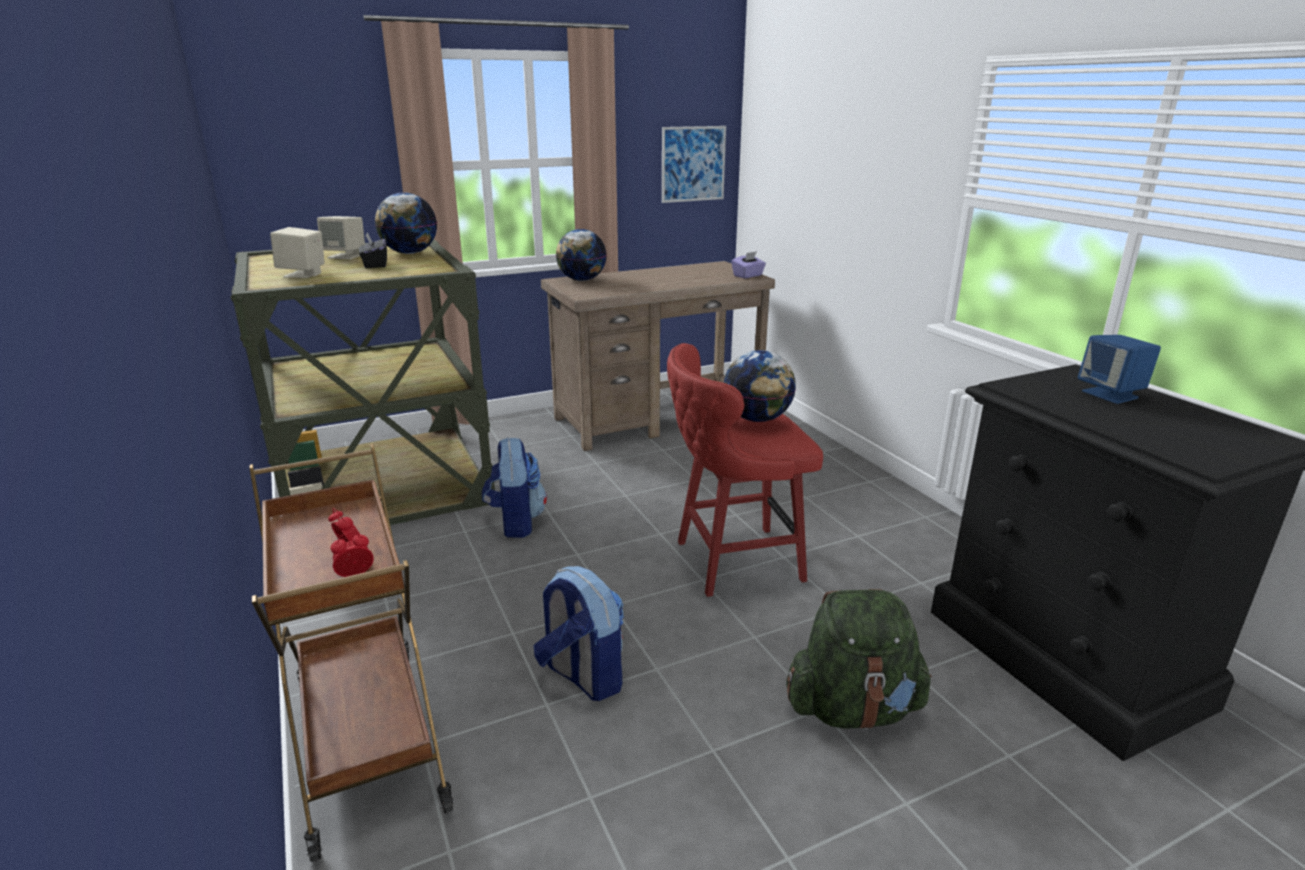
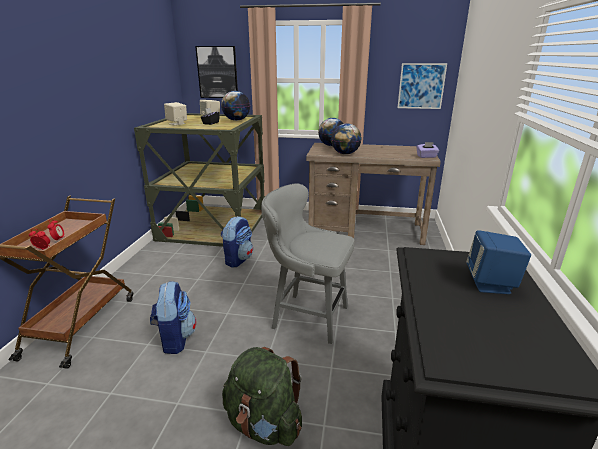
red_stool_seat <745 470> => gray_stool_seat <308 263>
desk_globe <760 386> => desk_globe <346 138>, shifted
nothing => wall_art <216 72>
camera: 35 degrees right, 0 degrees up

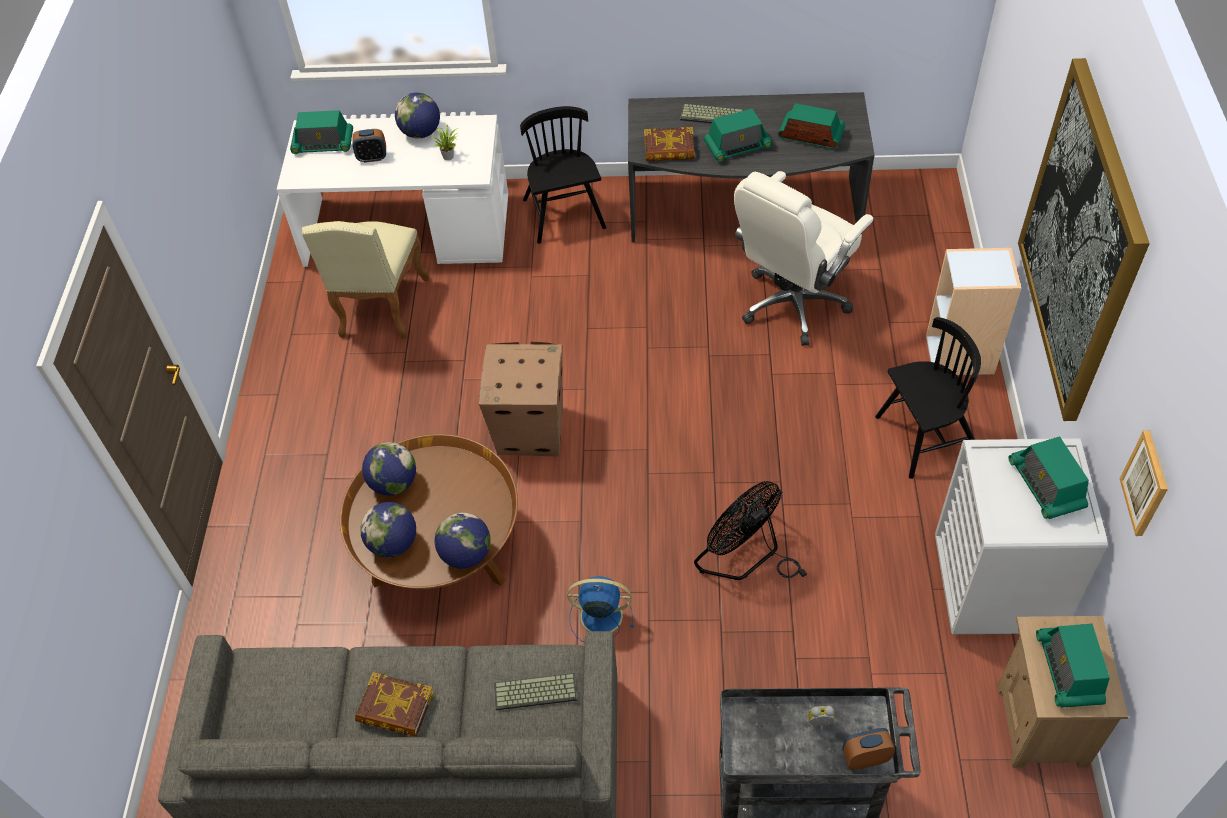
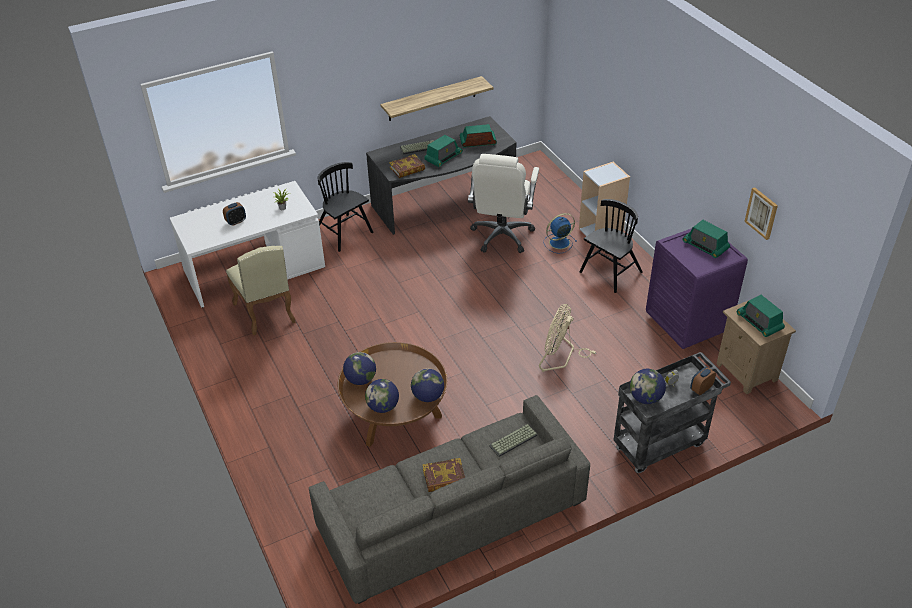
wall_art <1084 239> => nothing
desk_globe <417 116> => desk_globe <648 386>, shifted
radio_receiver <321 132> => nothing
packing_box <521 399> => nothing
gray_chest_of_drawers <1021 536> => purple-coloured_chest_of_drawers <697 288>
blackish_cooling_fan <750 530> => beige_cooling_fan <567 338>
blue_cooling_fan <600 609> => blue_cooling_fan <560 233>, shifted
nothing => bracket_shelf <437 98>
camera: 30 degrees left, 10 degrees down

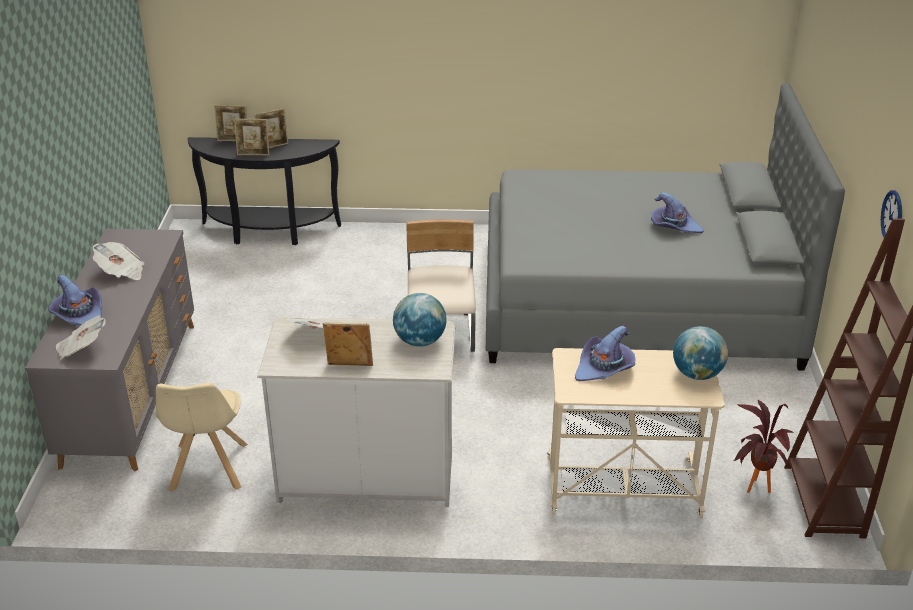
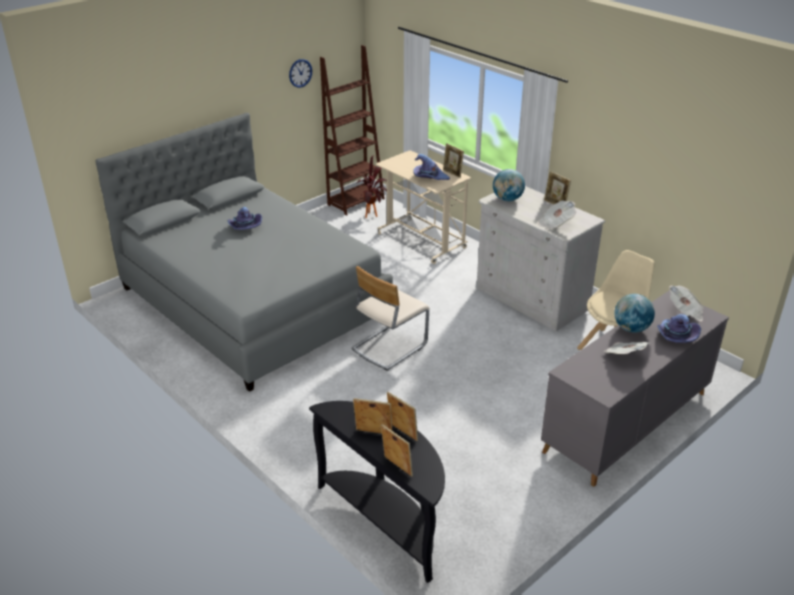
desk_globe <700 353> => desk_globe <634 313>, shifted
nothing => photo_frame <453 160>
camera: 135 degrees left, 0 degrees up

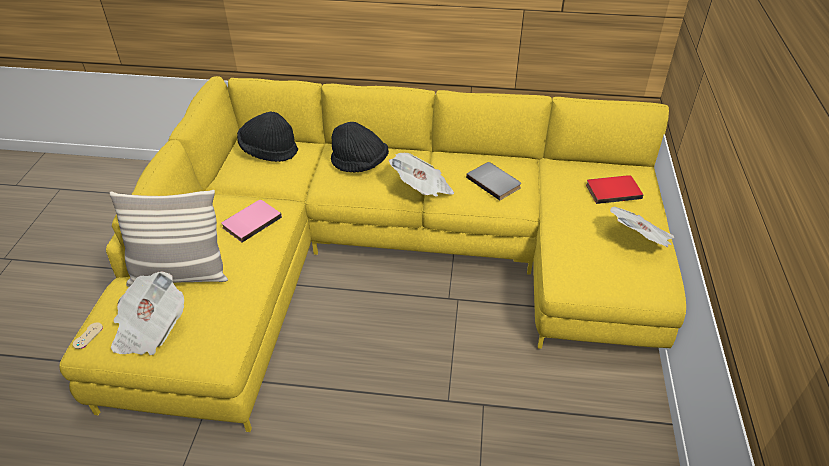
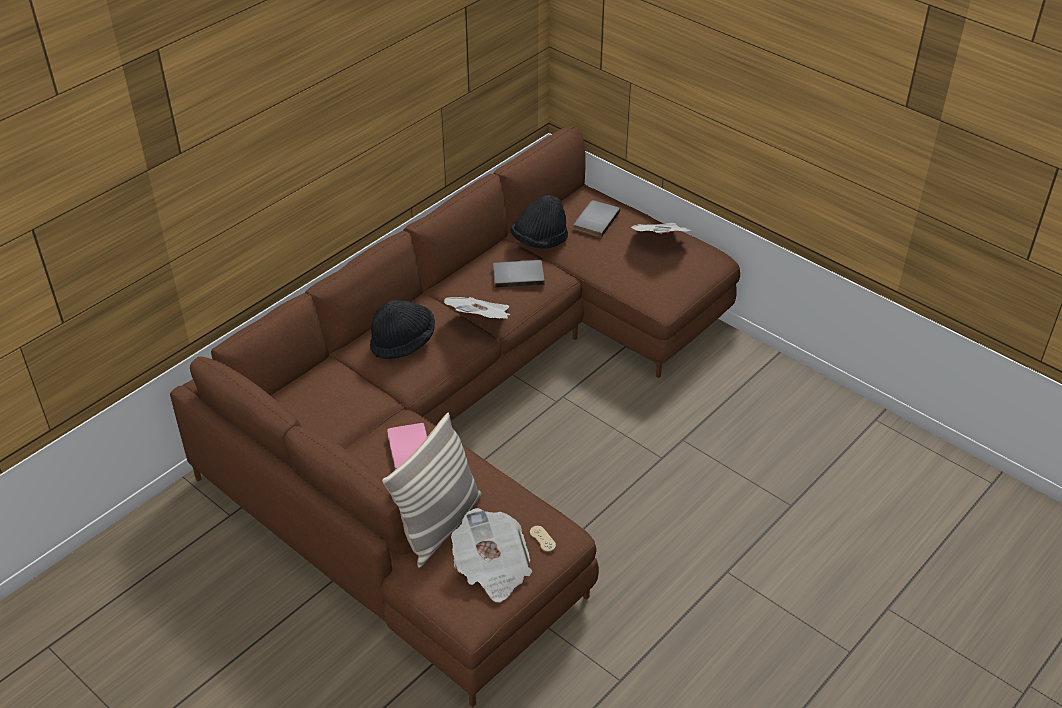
yellow_couch <373 254> => brown_couch <455 416>
blackish_wearable_hat <267 136> => blackish_wearable_hat <539 222>, shifted
red_book <614 189> => gray_book <597 219>
beige_gamepad <88 335> => beige_gamepad <543 539>, shifted
camera: 55 degrees left, 0 degrees up

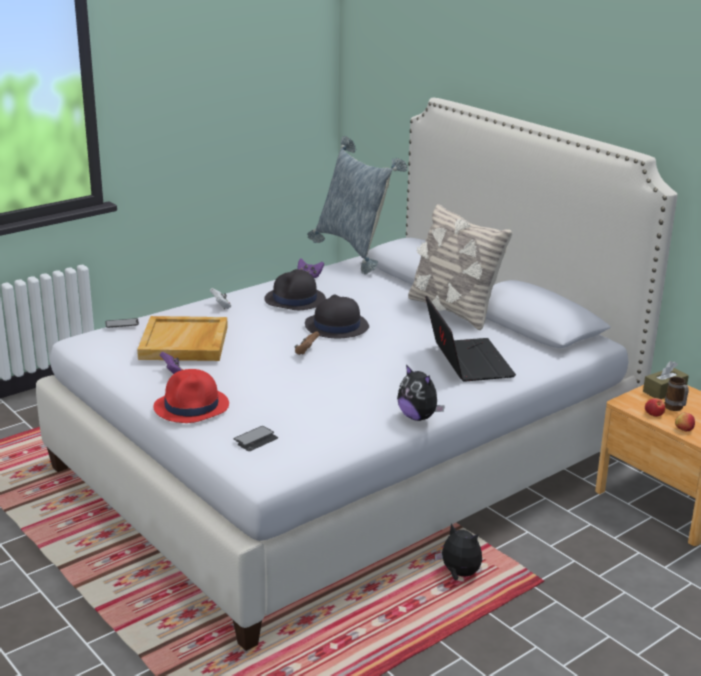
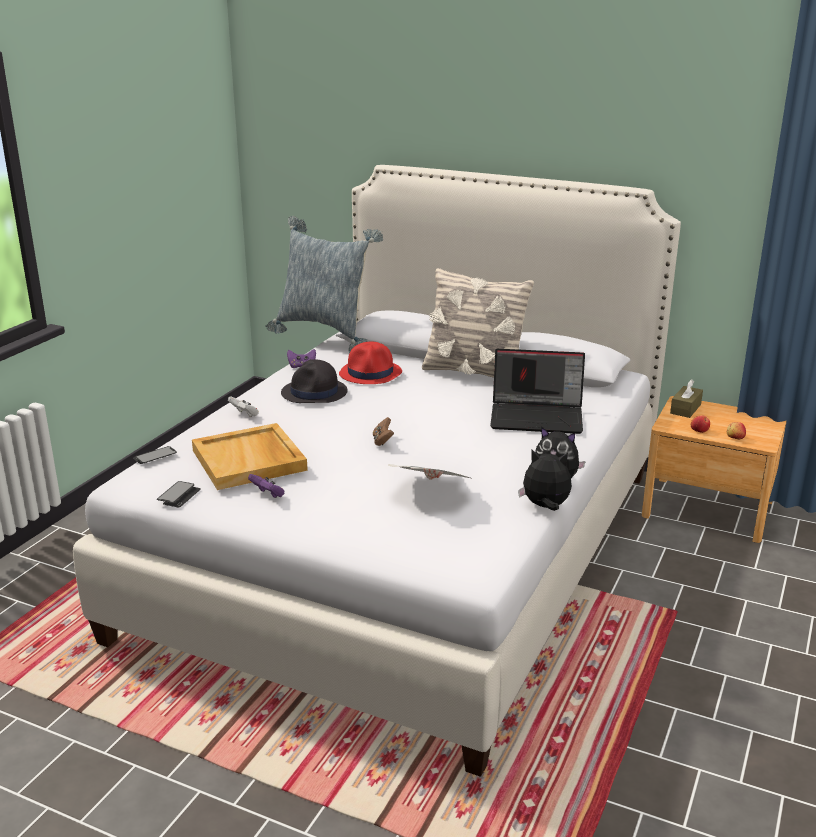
blackish_wearable_hat <337 316> => nothing
notebook_computer <470 339> => notebook_computer <537 391>, 135 degrees clockwise
red_wearable_hat <191 396> => red_wearable_hat <370 363>, shifted
mug <677 394> => nothing
telephone <255 438> => telephone <179 494>, shifted
cuddly_toy <458 551> => cuddly_toy <545 480>, shifted
nothing => printed_paper <430 472>
camera: 25 degrees left, 0 degrees up

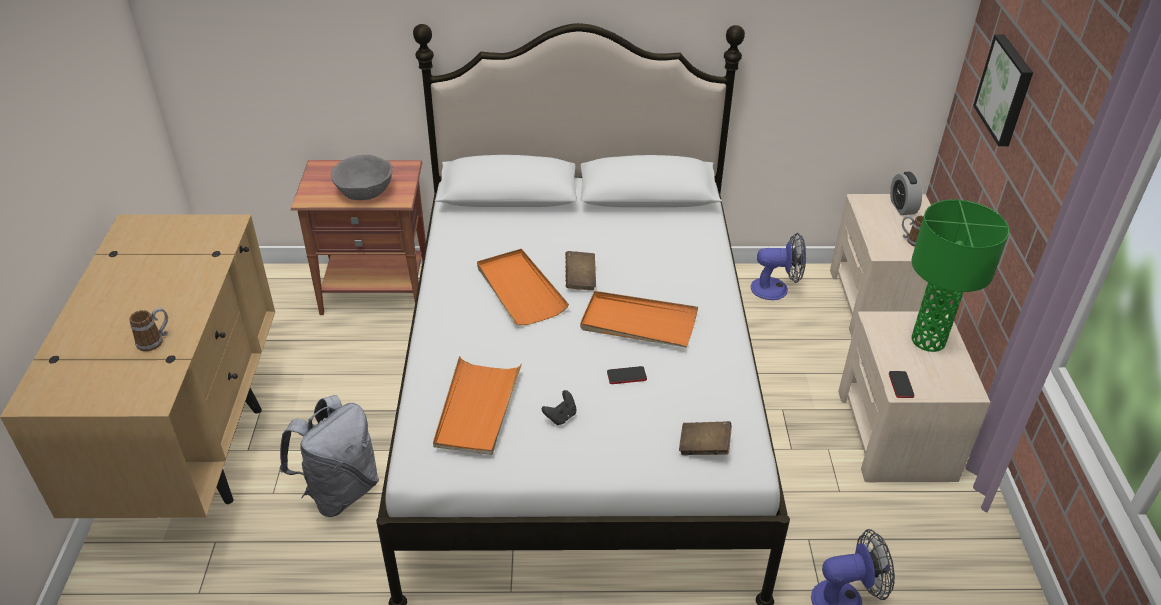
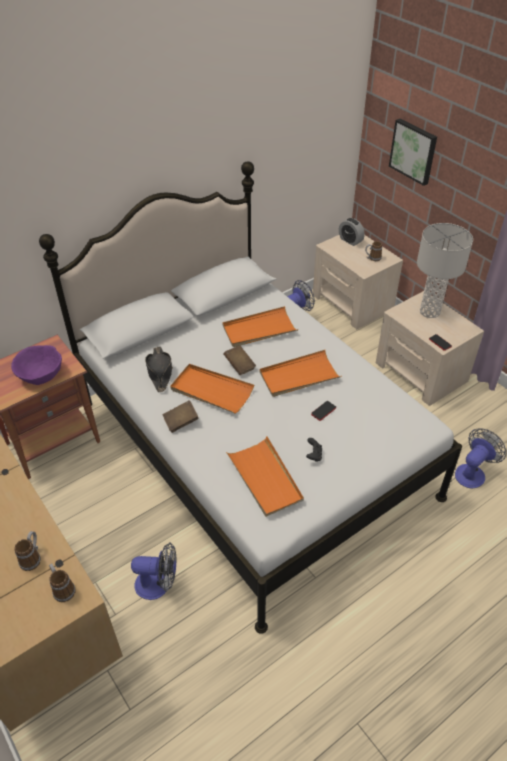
gray_deep_dish <361 177> => purple-coloured_deep_dish <36 365>
green-coloured_table_lamp <960 275> => white_table_lamp <445 270>
gray_rucksack <329 456> => cooling_fan <153 571>
brown_book <705 438> => brown_book <180 416>, shifted
nothing => orange_tray <260 326>
nothing => blackish_wearable_hat <159 369>
nothing => mug <62 582>
camera: 35 degrees left, 5 degrees up

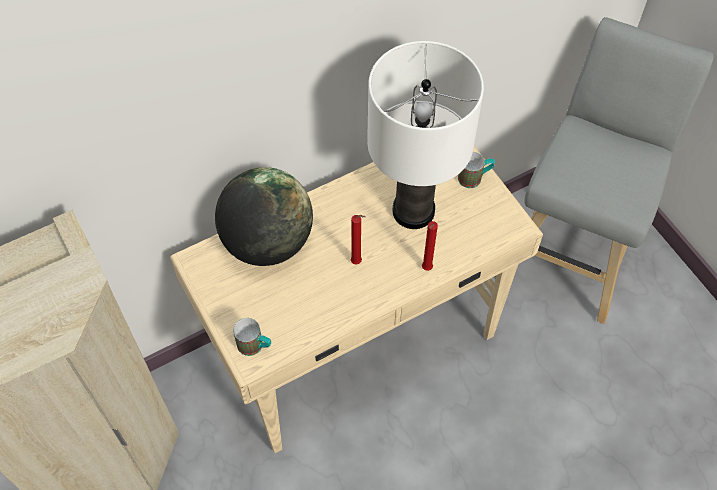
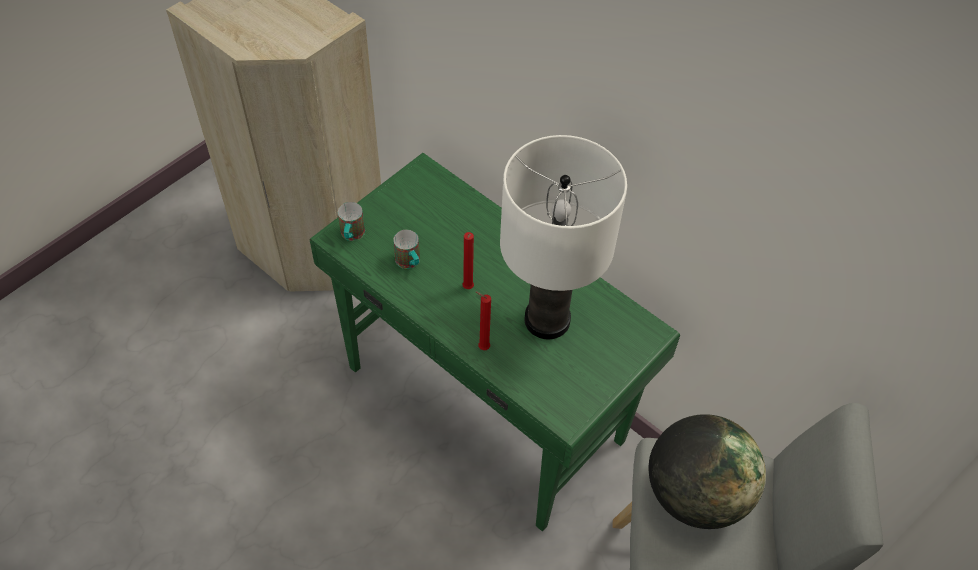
beige_console_table <356 299> => green-coloured_console_table <495 342>
mug <476 170> => mug <406 249>, shifted
desk_globe <264 216> => desk_globe <707 471>, shifted
camera: 70 degrees right, 5 degrees down

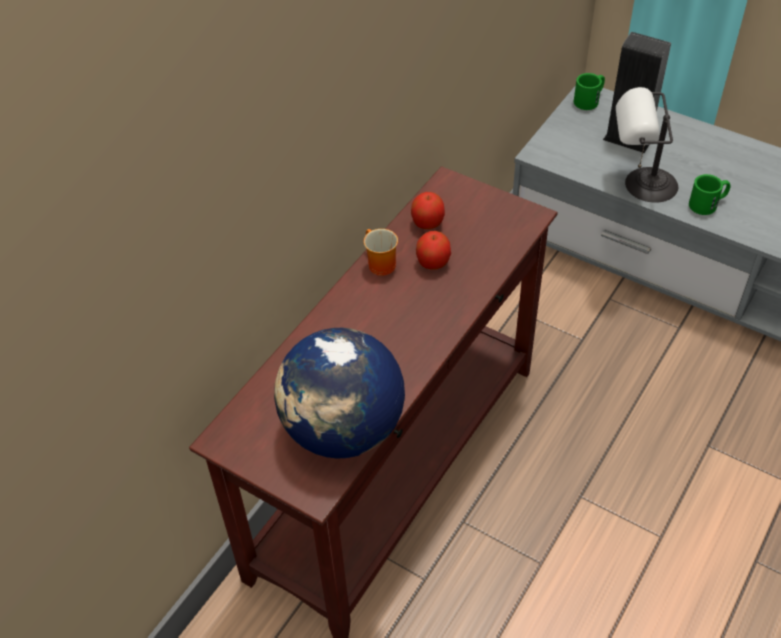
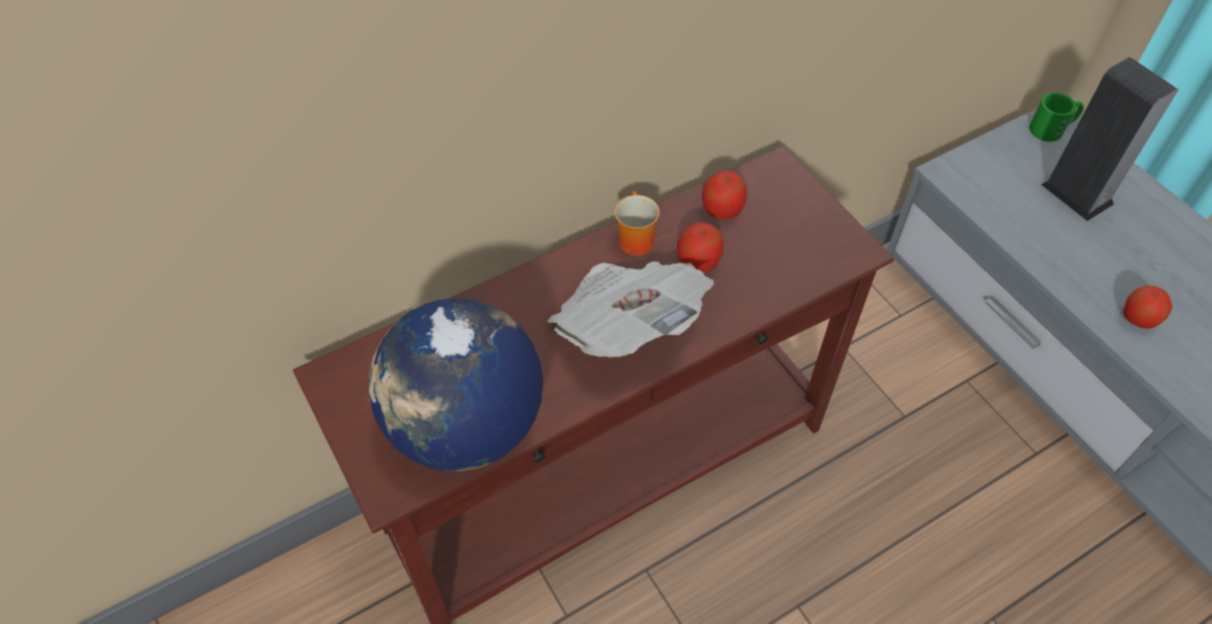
table_lamp <647 145> => nothing
green-coloured_mug <710 194> => apple_fruit <1148 307>
nothing => printed_paper <631 309>
camera: 25 degrees right, 5 degrees up

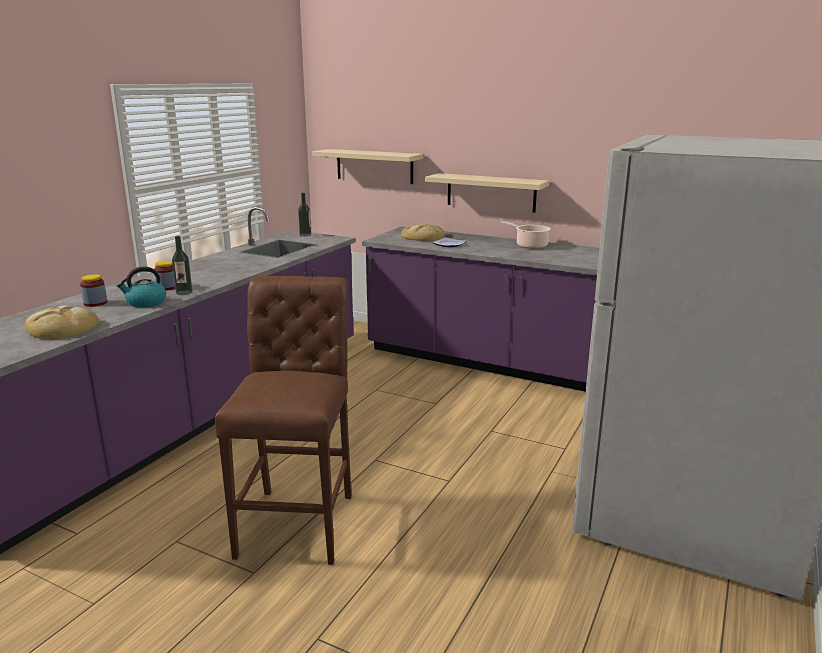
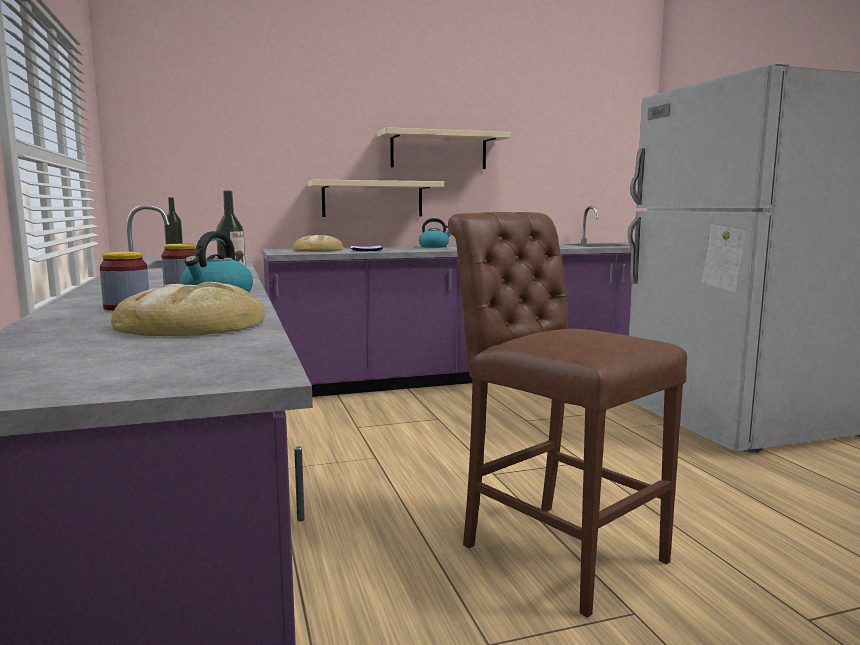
beige_bracket_shelf <367 166> => beige_bracket_shelf <444 148>, shifted
cooking_pot <526 235> => water_kettle <435 233>
camera: 45 degrees left, 10 degrees down

